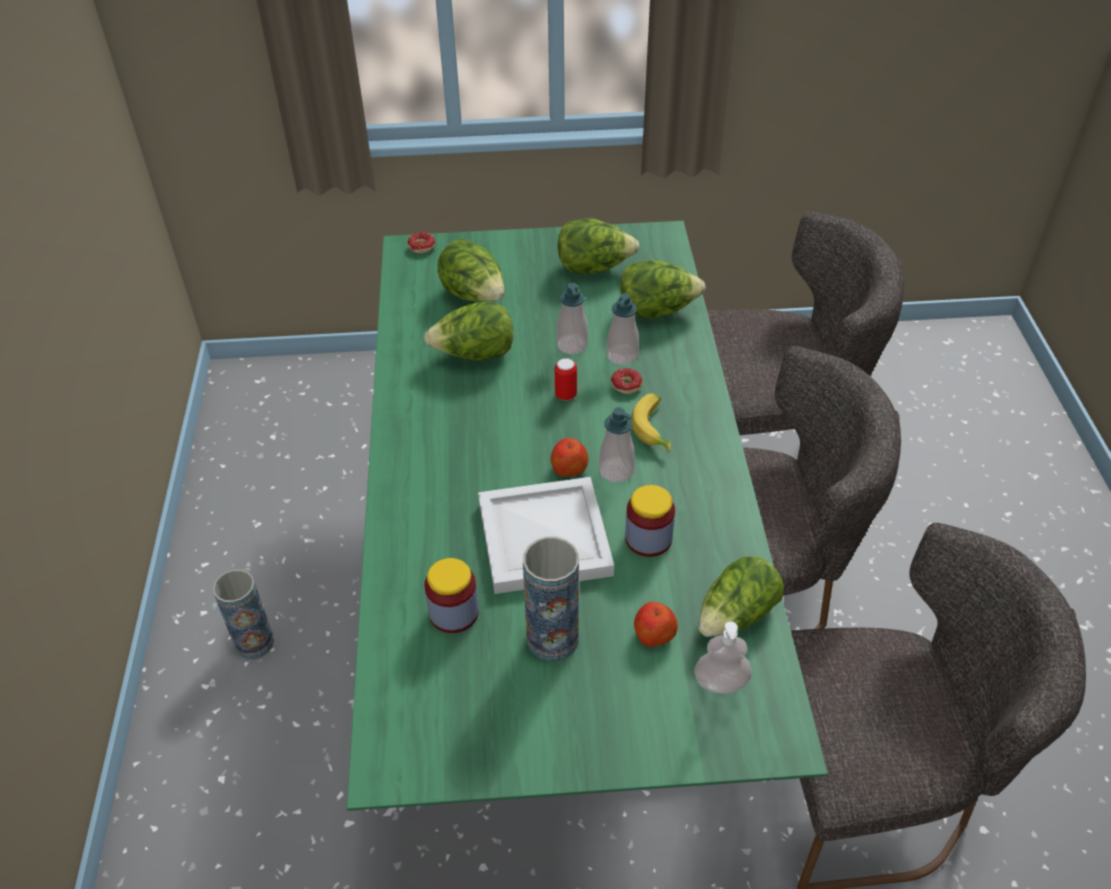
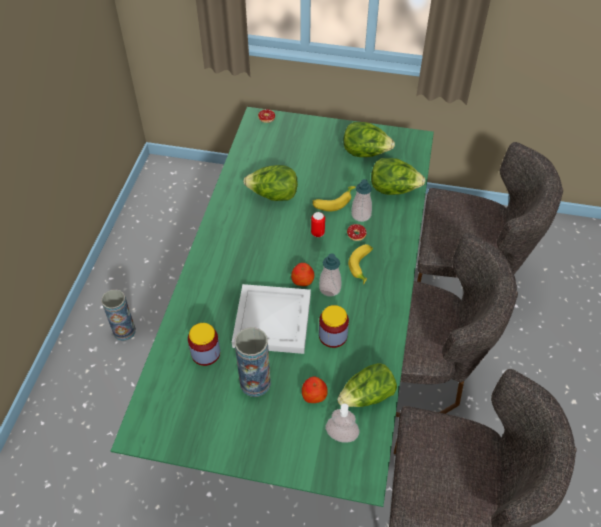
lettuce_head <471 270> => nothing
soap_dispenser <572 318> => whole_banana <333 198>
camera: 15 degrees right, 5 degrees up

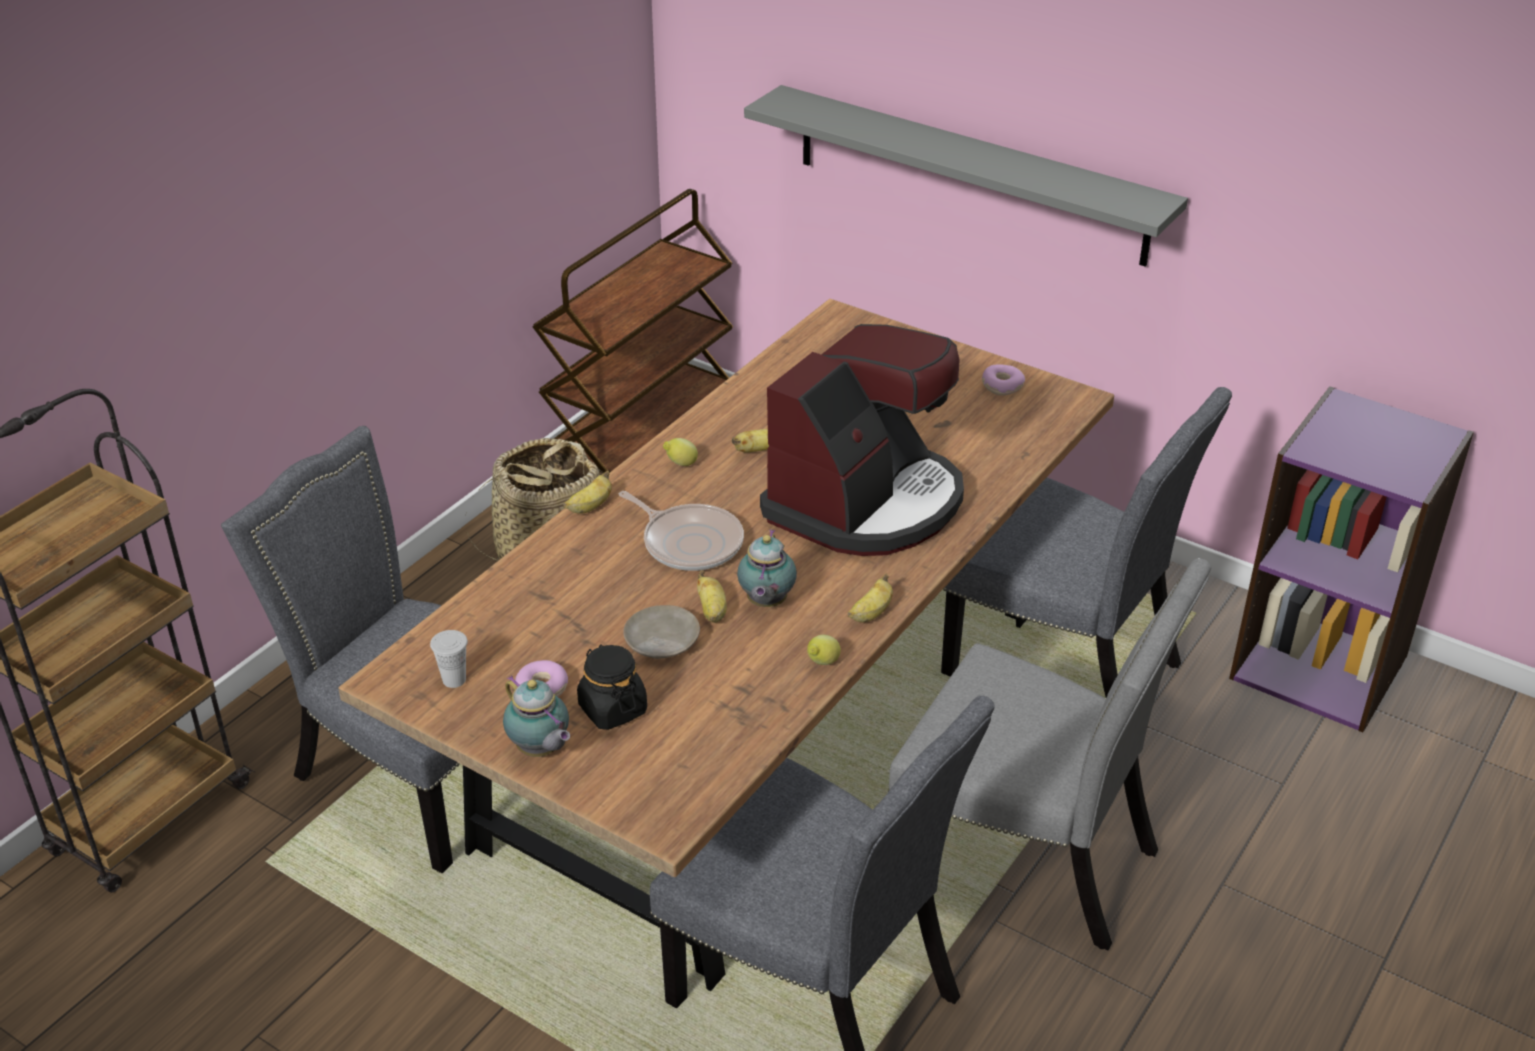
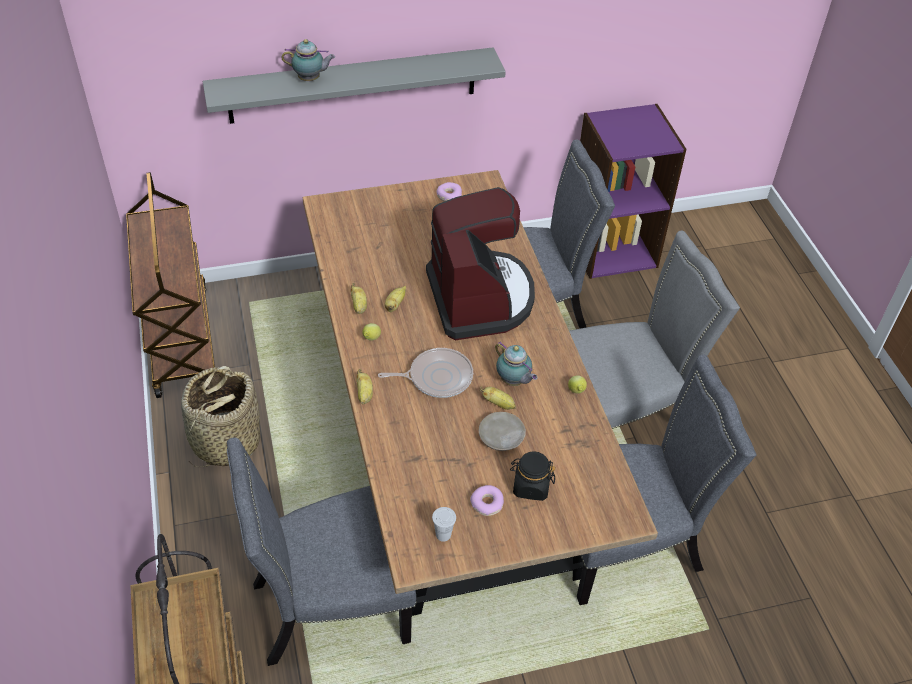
whole_banana <870 598> => whole_banana <359 298>, shifted
teapot <536 716> => teapot <308 60>, shifted
camera: 50 degrees left, 10 degrees up

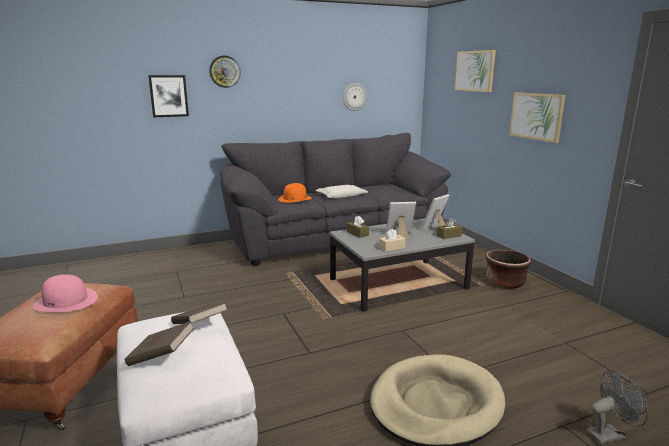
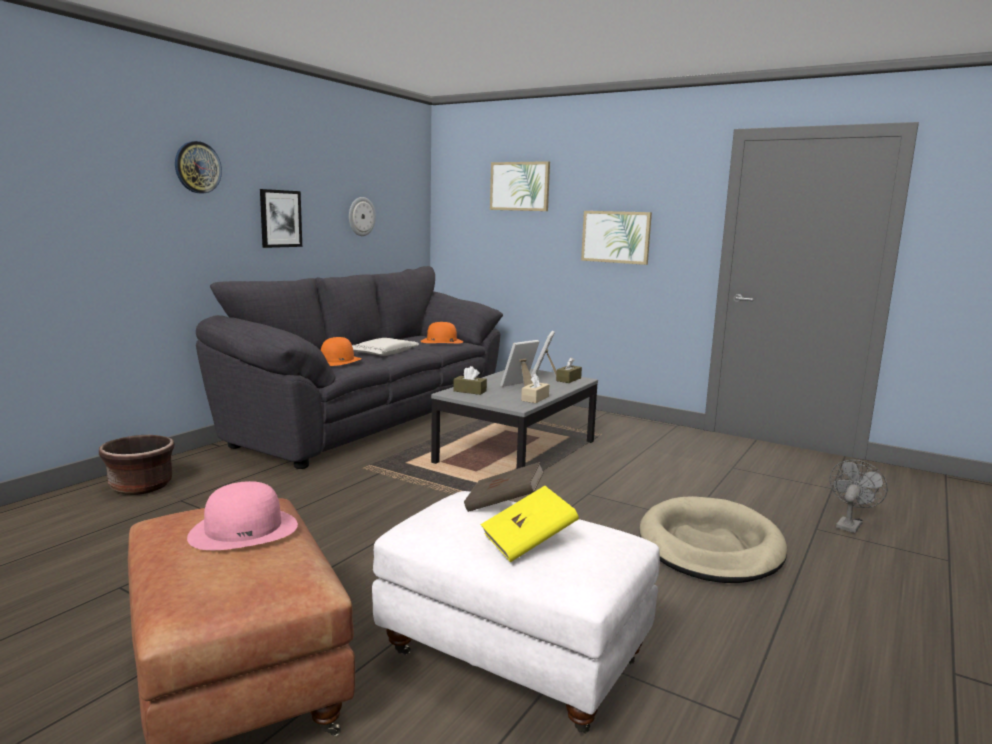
wall_art <168 96> => wall_art <281 218>, shifted
brown_planter <508 269> => brown_planter <137 465>, shifted
brown_book <159 343> => yellow_book <529 524>
nothing => orange_wearable_hat <442 332>
camera: 35 degrees left, 5 degrees down

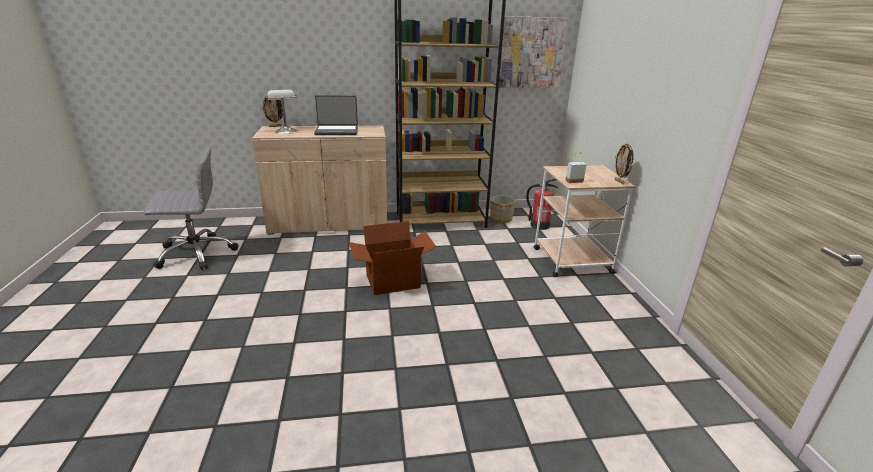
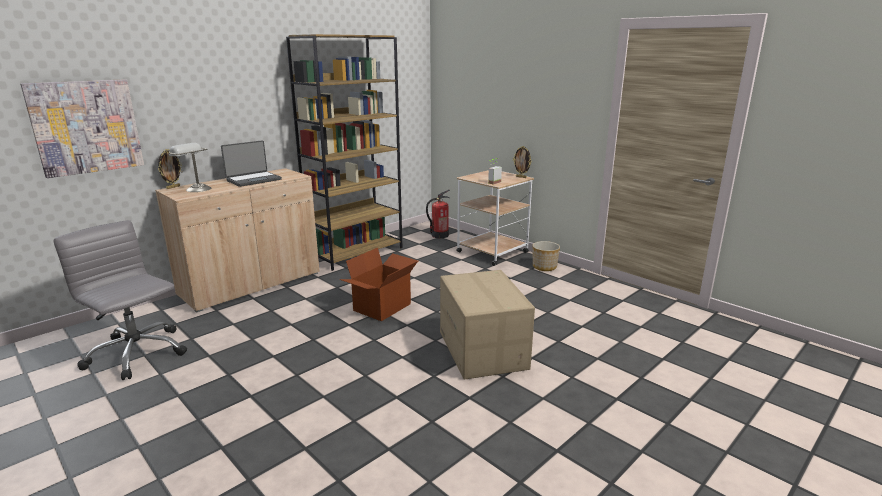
wall_art <533 52> => wall_art <82 128>, shifted
gray_computer_chair <191 208> => gray_computer_chair <120 300>, 90 degrees counterclockwise
planter <503 209> => planter <546 256>, shifted
nothing => packing_box <487 325>
camera: 35 degrees left, 5 degrees down

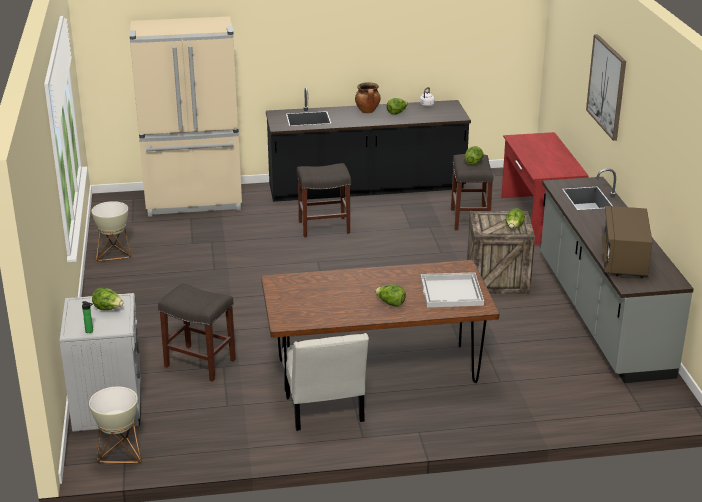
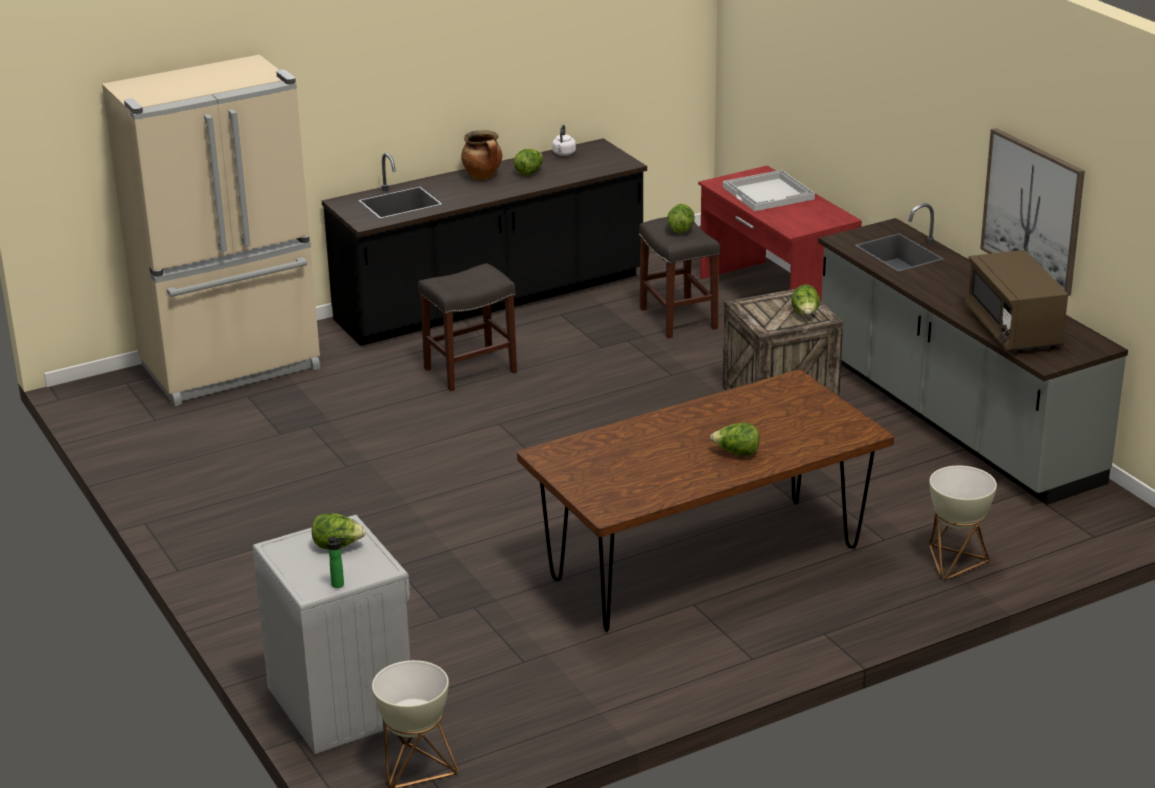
wall_art <606 87> => wall_art <1032 212>, shifted
planter <111 231> => planter <963 523>, shifted
white_tray <452 289> => white_tray <769 190>, shifted
gray_stool_seat <197 332> => nothing
white_plain_chair <325 382> => nothing
camera: 20 degrees left, 0 degrees up

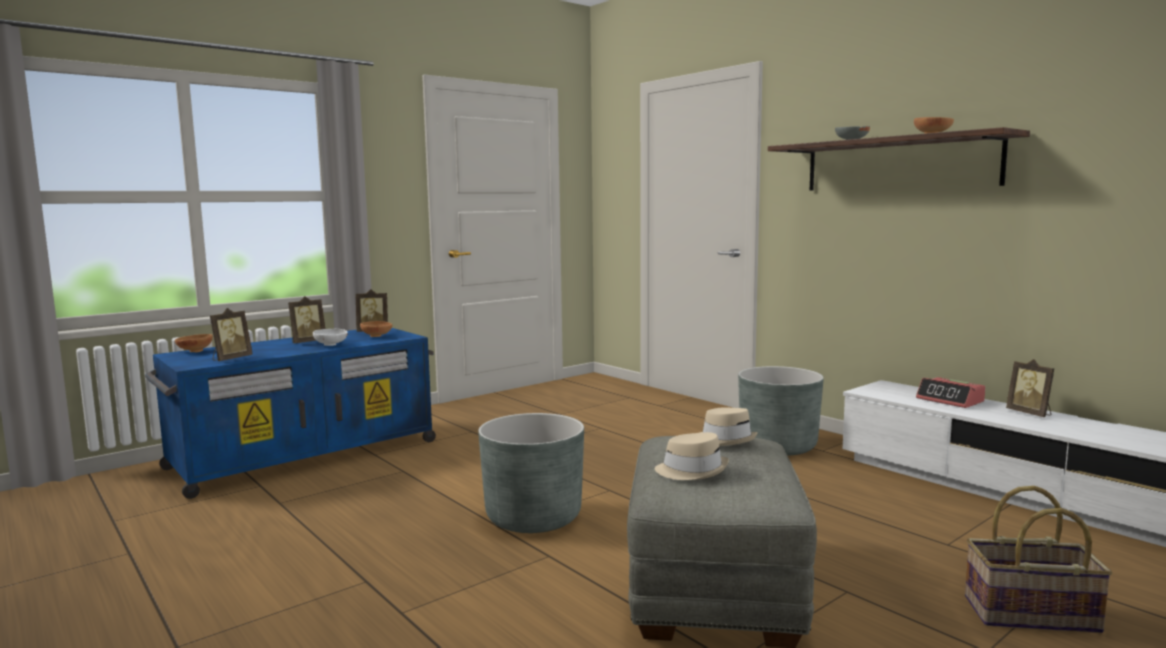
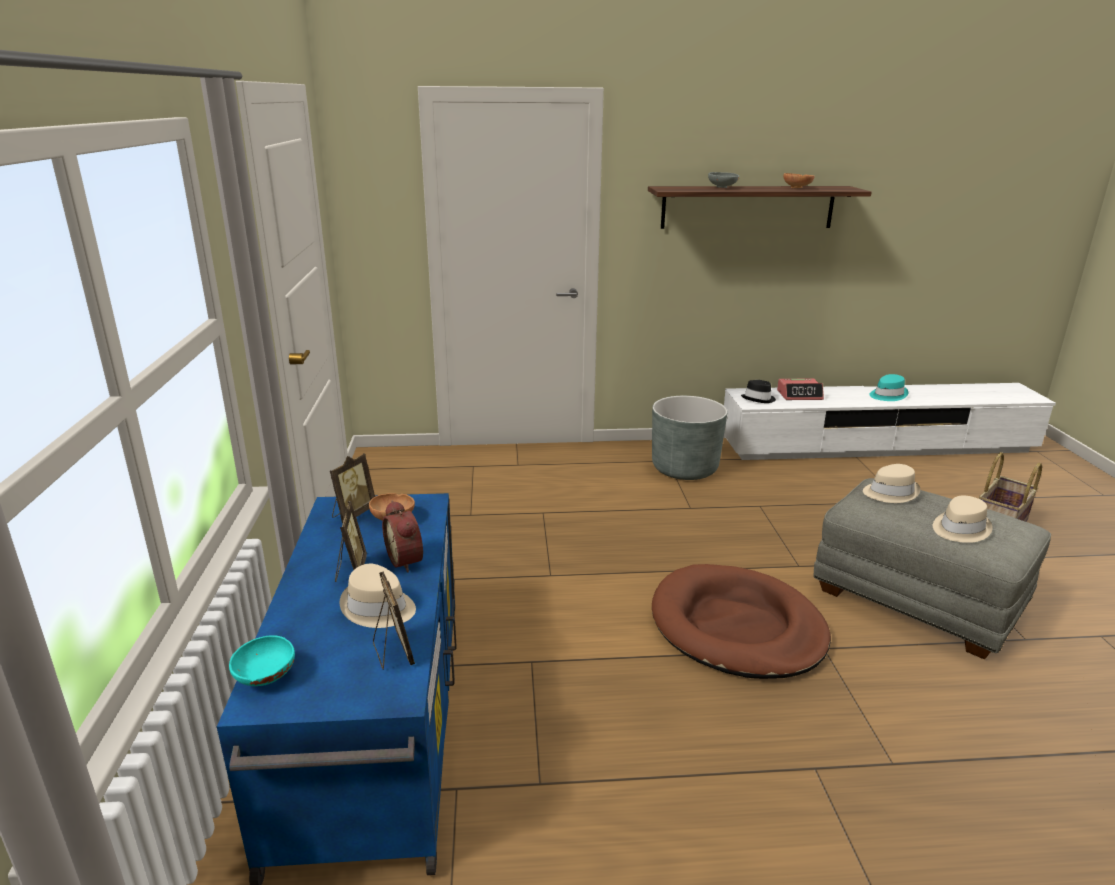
white_deep_dish <330 337> => alarm_clock <402 536>
brown_deep_dish <194 343> => blue-green_deep_dish <262 660>
photo_frame <1030 388> => nothing
gray_planter <531 473> => brown_dog_cushion <741 621>
nothing => blue-green_wearable_hat <889 387>
nothing => blackish_wearable_hat <758 391>
nothing => beige_wearable_hat <378 596>
camera: 55 degrees left, 15 degrees up

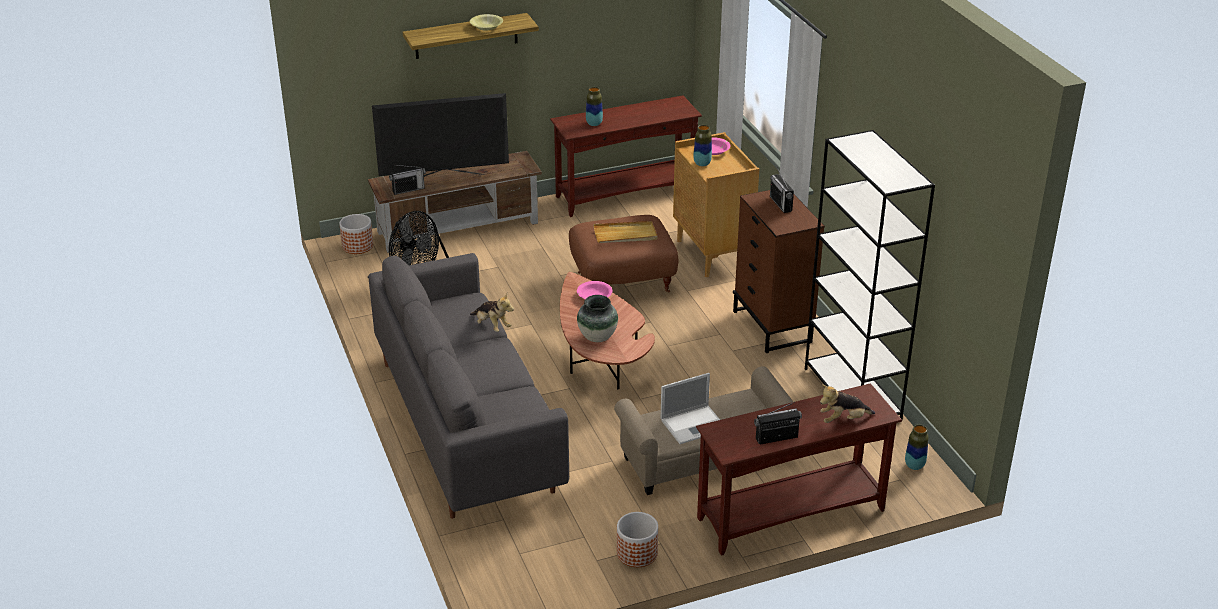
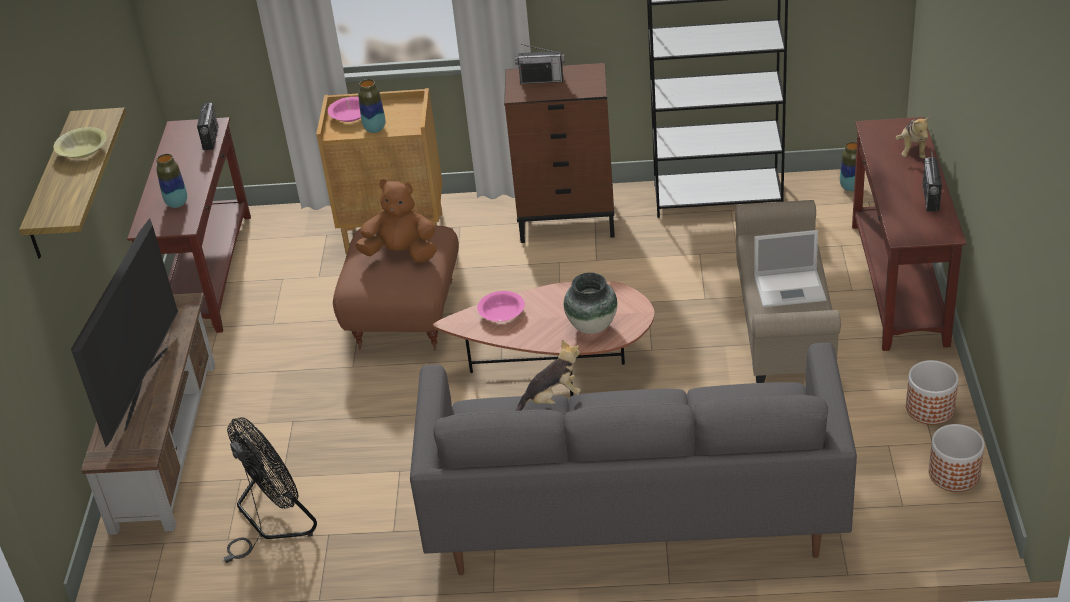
radio_receiver <407 180> => radio_receiver <207 126>, shifted
planter <356 234> => planter <957 458>, shifted
beige_tray <625 232> => brown_cuddly_toy <396 221>
notebook_computer <690 408> => notebook_computer <790 268>, 90 degrees clockwise
camera: 65 degrees left, 5 degrees up

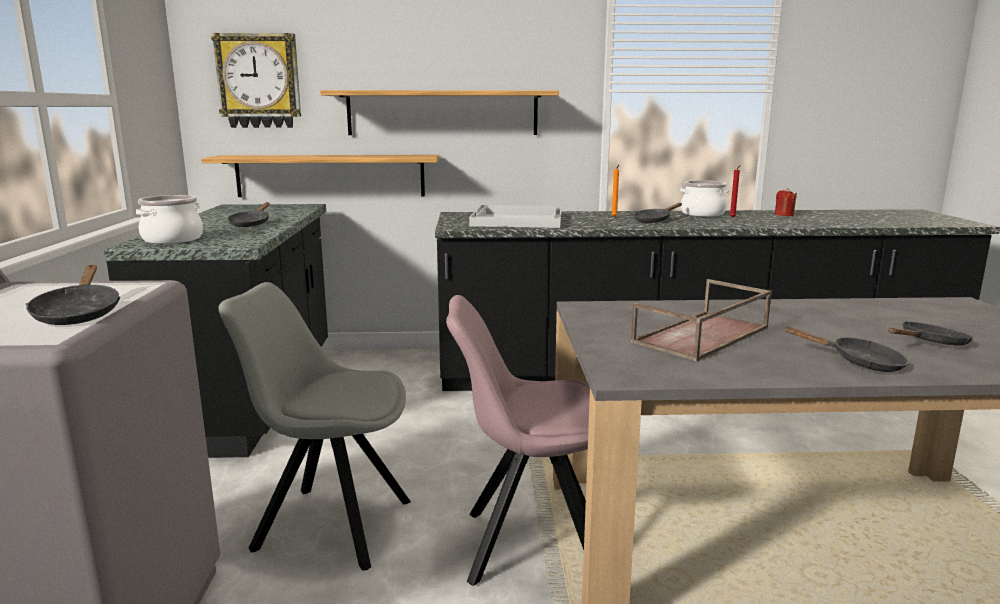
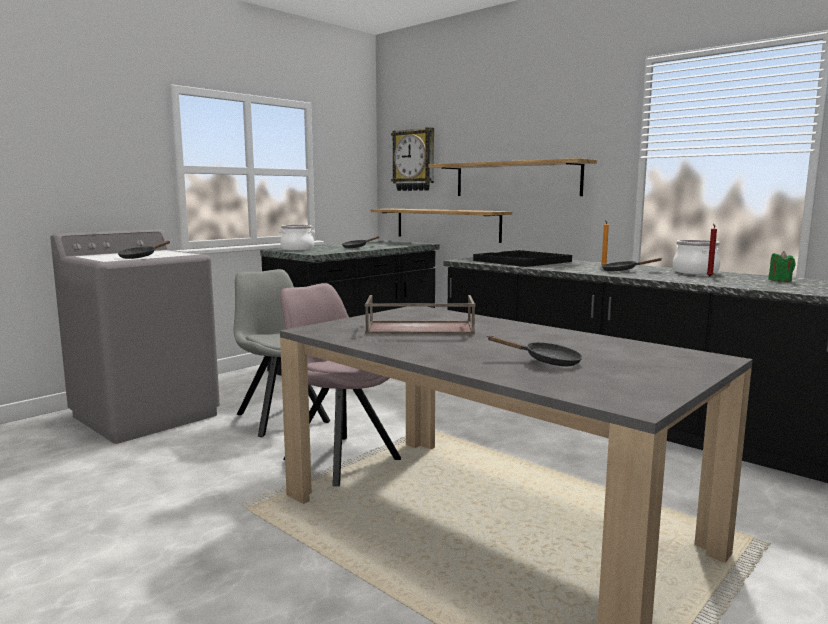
red_candle <786 202> => green-coloured_candle <781 266>
white_tray <515 216> => blackish_tray <522 258>
blackish_skillet <846 349> => nothing
camera: 45 degrees right, 5 degrees down

